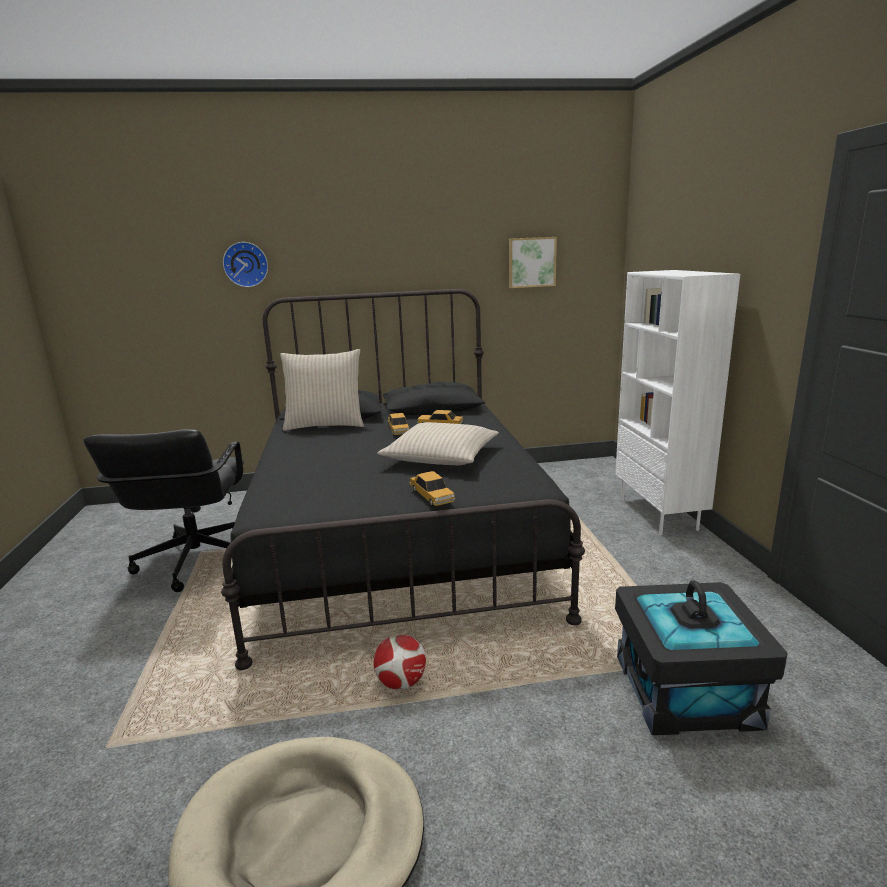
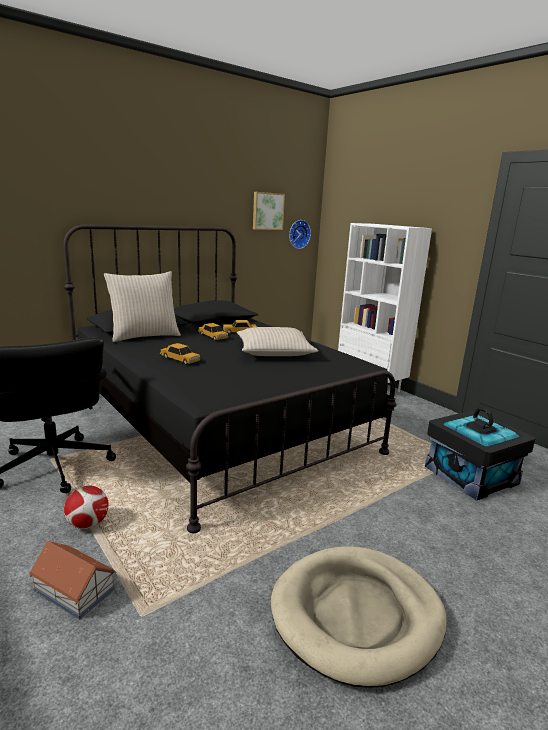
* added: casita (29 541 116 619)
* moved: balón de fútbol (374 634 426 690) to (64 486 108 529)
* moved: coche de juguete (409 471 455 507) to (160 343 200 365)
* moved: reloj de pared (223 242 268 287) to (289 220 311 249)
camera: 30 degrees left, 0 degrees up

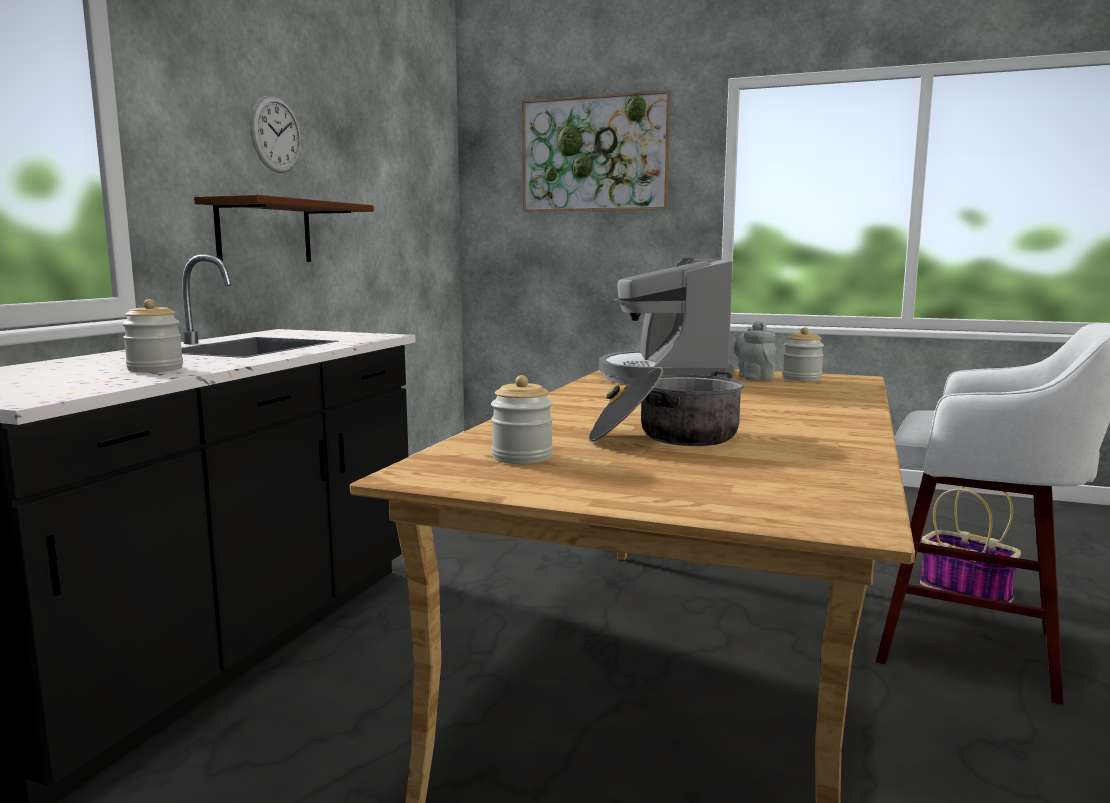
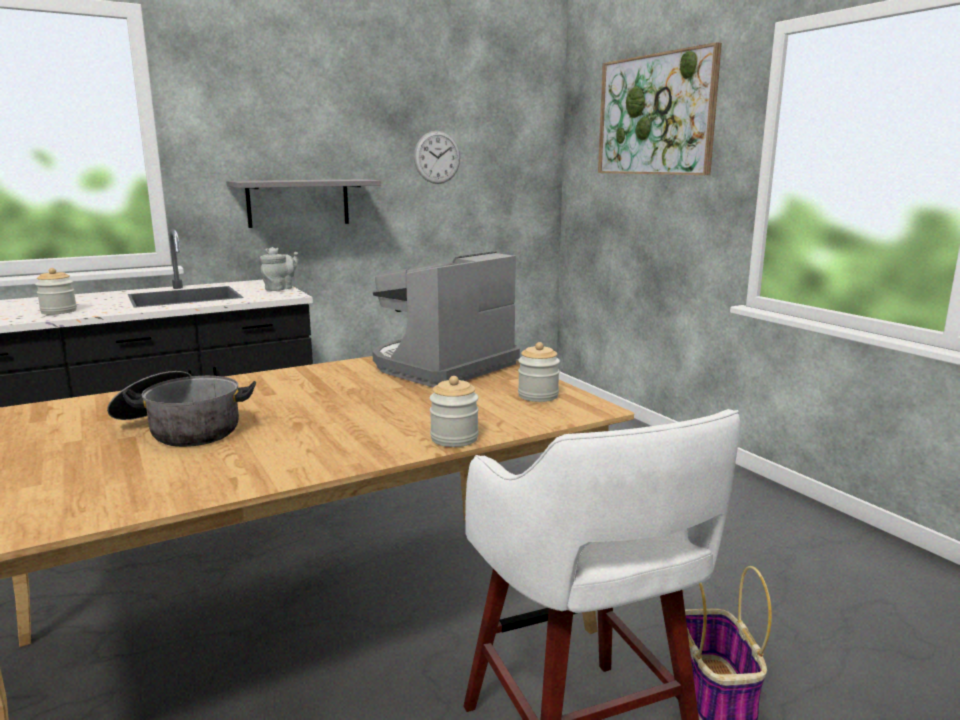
* recoloured: estante/marrón (194 195 374 262) to estante/gris (226 179 381 228)
* moved: tetera/gris (734 321 776 380) to (260 247 299 291)
* moved: reloj de pared (251 96 301 173) to (414 131 460 184)
* moved: tarro (491 375 553 464) to (430 376 479 447)
camera: 40 degrees right, 5 degrees up

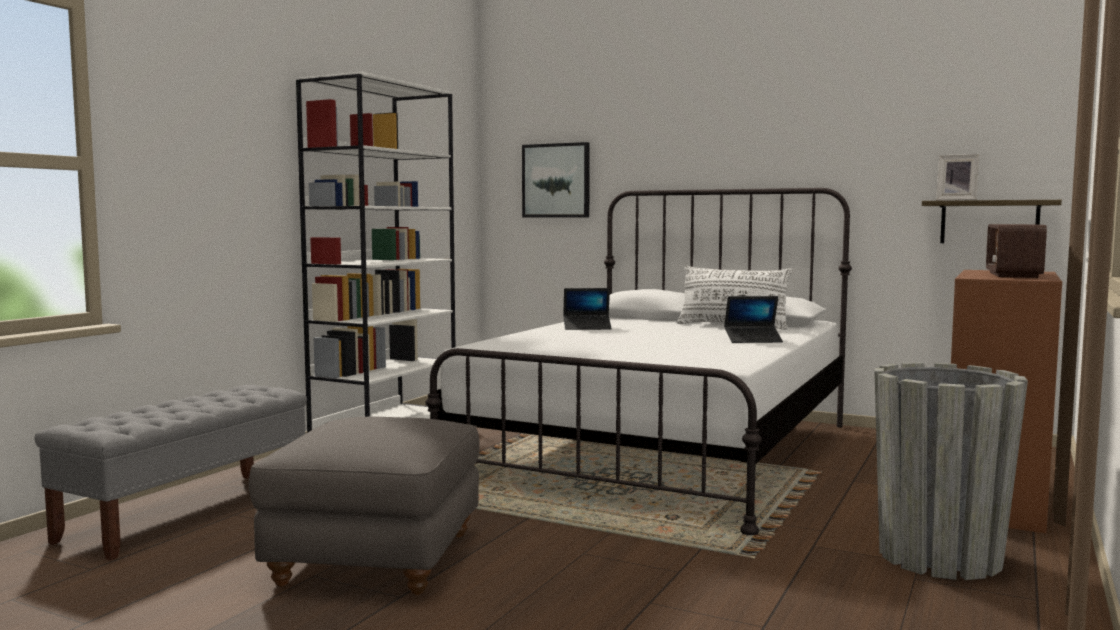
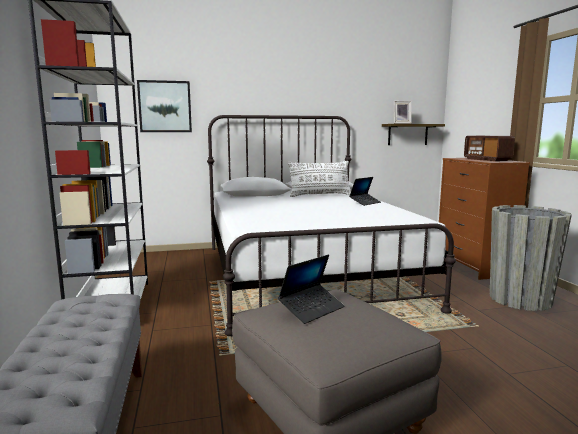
* moved: portátil (563 288 612 330) to (278 254 345 324)
camera: 40 degrees left, 5 degrees up

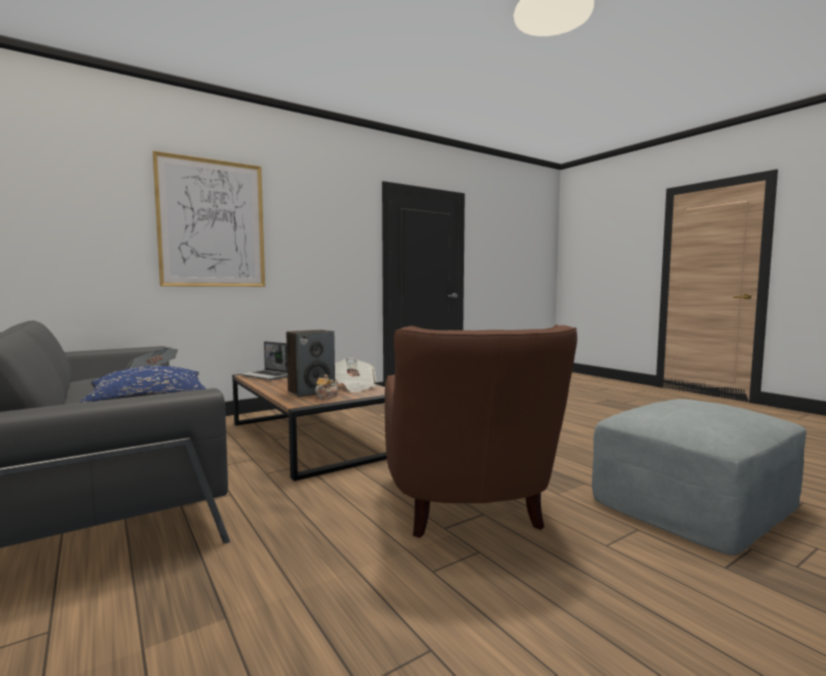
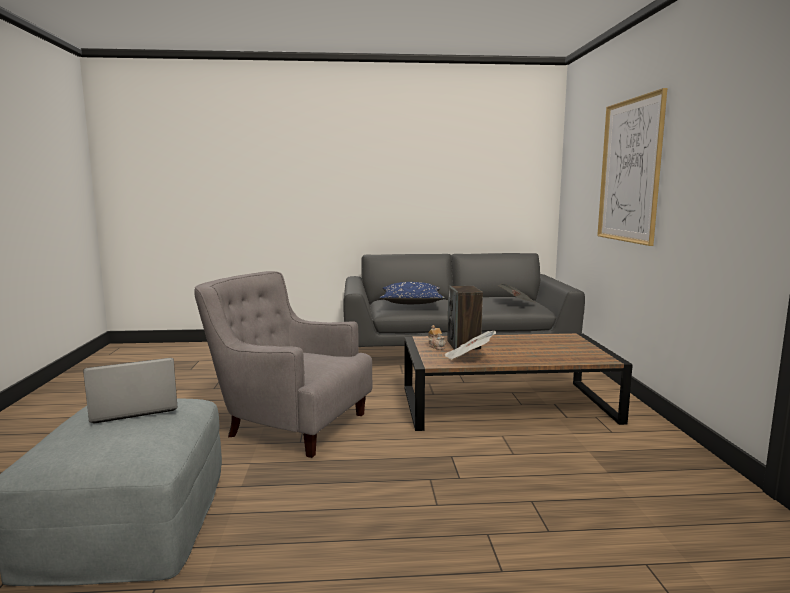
* moved: portátil (240 341 287 380) to (83 358 177 423)
* recoloured: sillón/marrón (385 324 577 538) to sillón/gris (194 271 372 458)
camera: 120 degrees right, 5 degrees up

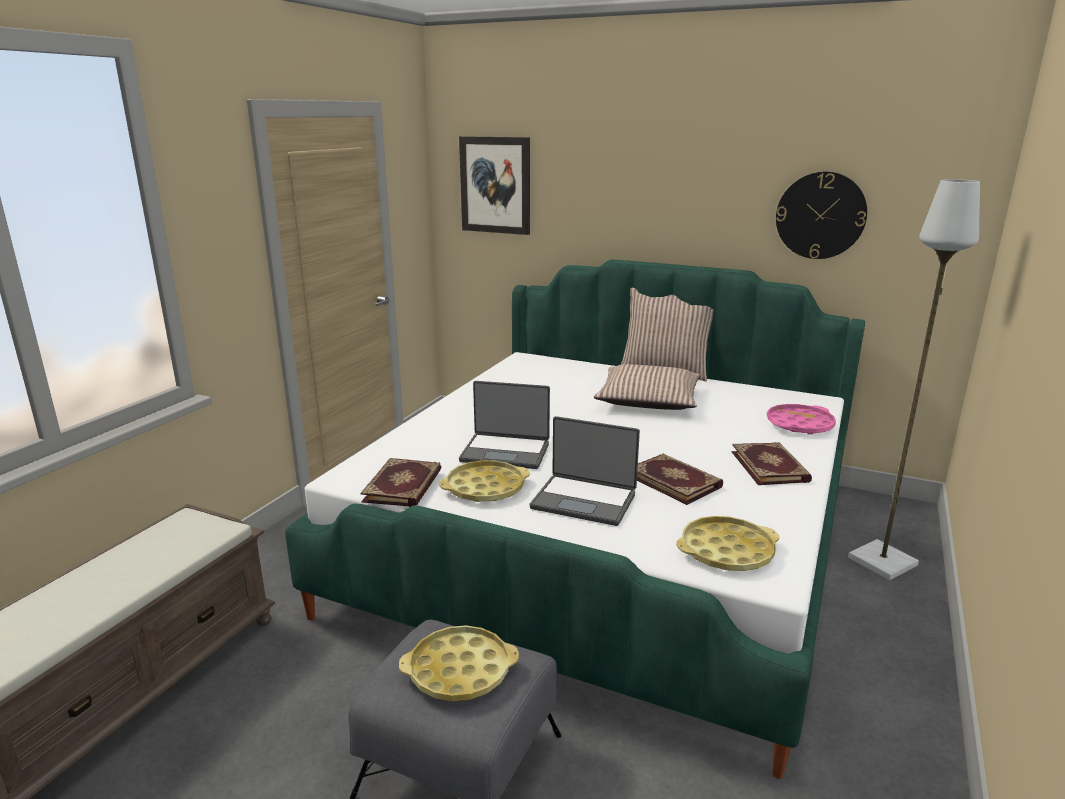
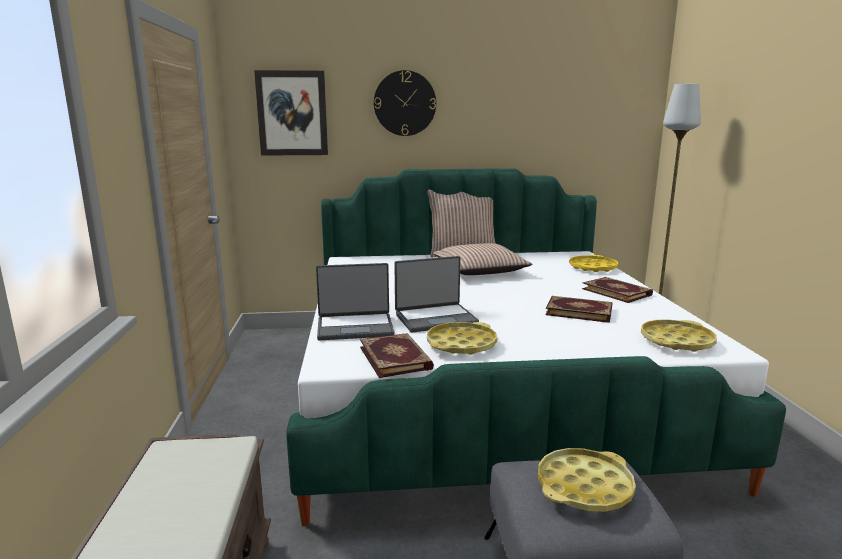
* moved: portátil (530 416 640 526) to (316 263 394 340)
* moved: reloj de pared (776 172 867 259) to (374 70 436 136)
* recoloured: bandeja/rosa (767 404 836 435) to bandeja/amarillo (569 255 618 272)
camera: 30 degrees left, 5 degrees down

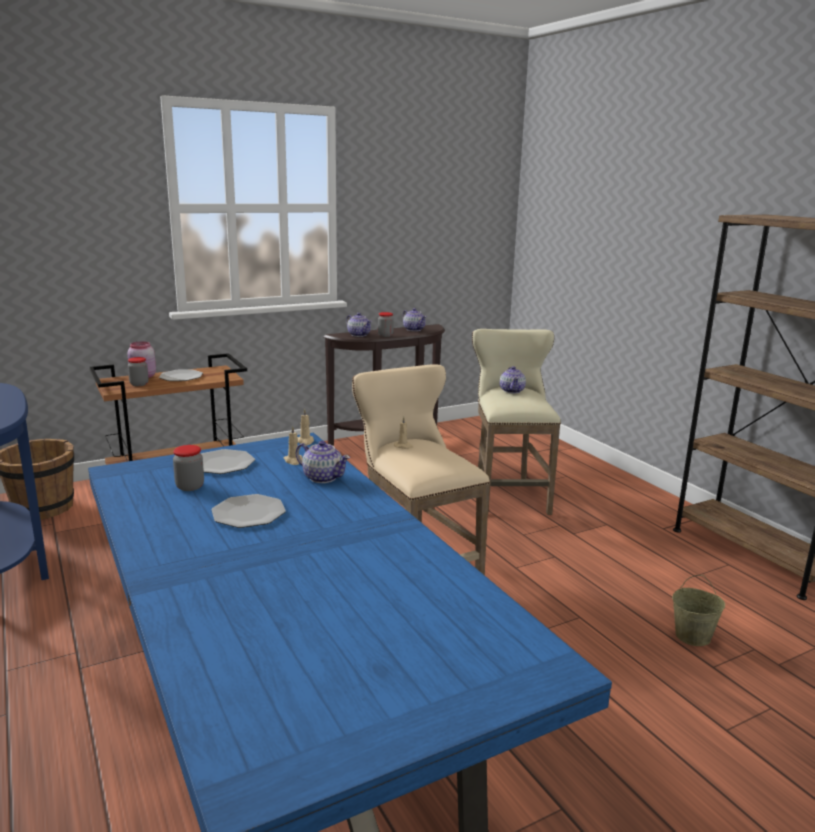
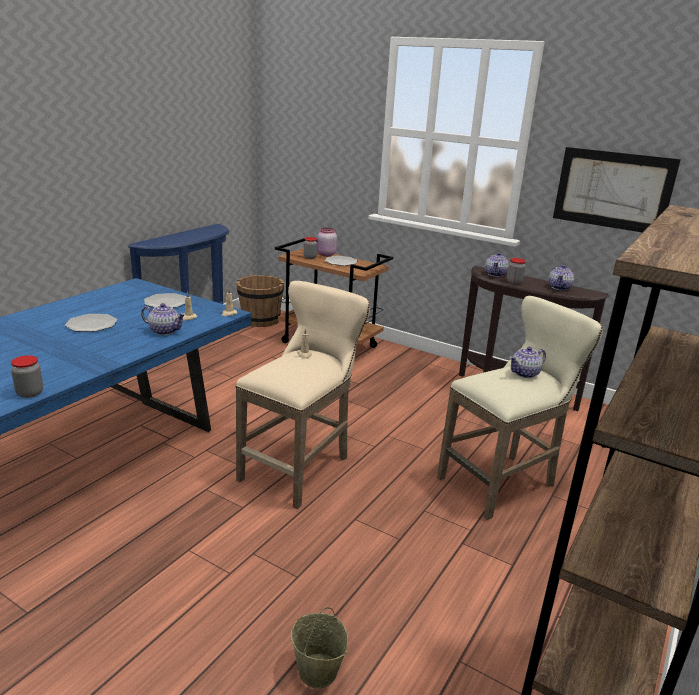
* moved: tarro (173 445 204 491) to (11 355 43 398)
* turned: tetera (296 441 350 483) = (141 303 186 335) 75 degrees counterclockwise
* added: cuadro (553 147 681 233)
camera: 60 degrees right, 5 degrees up

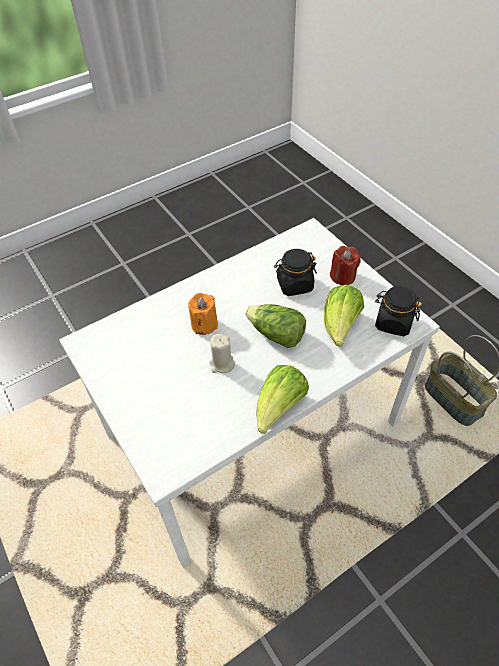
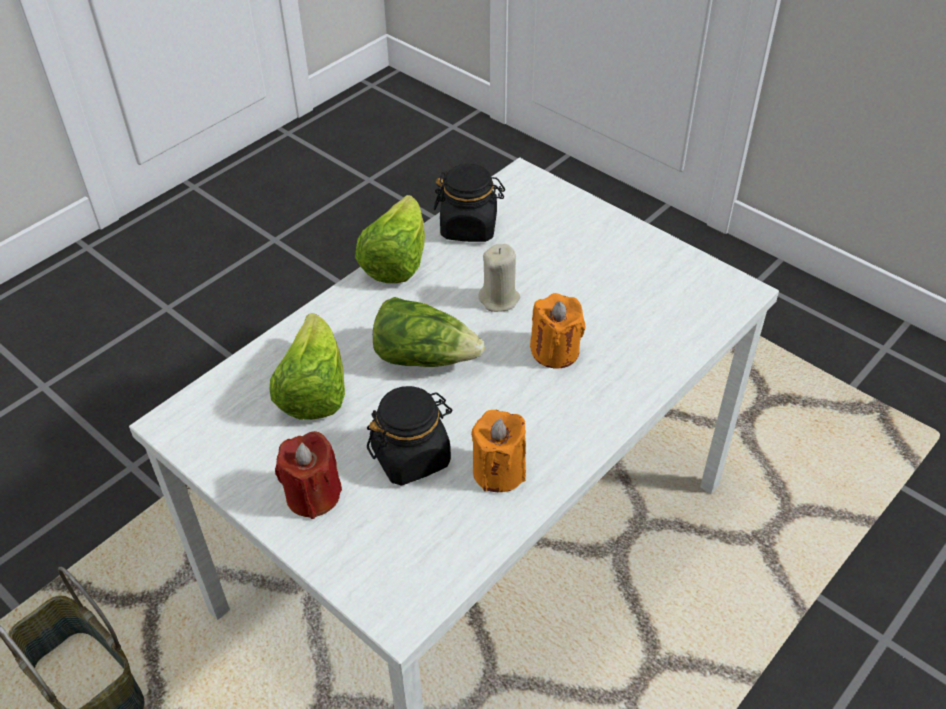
* moved: tarro/negro (375 286 422 336) to (434 164 505 242)
* added: vela/naranja (471 410 526 492)
camera: 165 degrees right, 5 degrees down

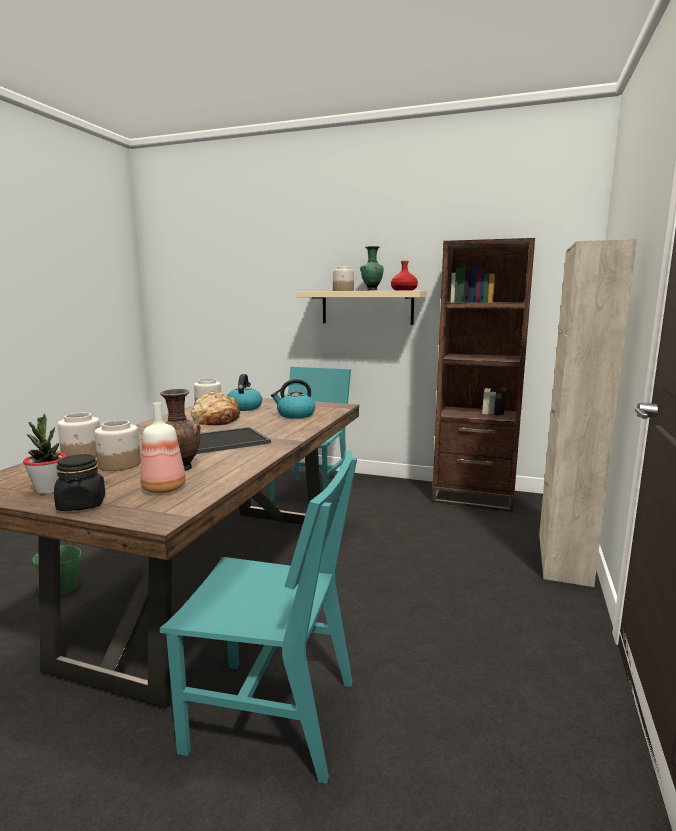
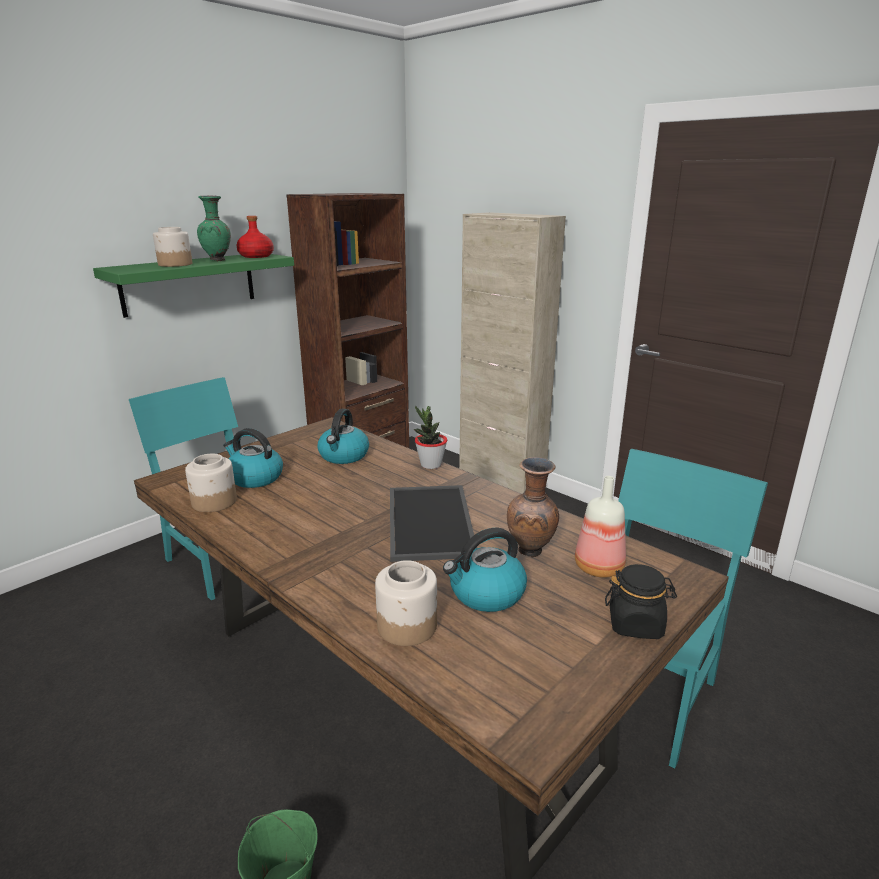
* recoloured: estante/beis (297 291 427 325) to estante/verde (93 254 294 318)
* moved: planta en maceta (23 414 67 494) to (414 406 447 469)
* replaced: tarro (95 420 141 471) to hervidor (443 528 527 612)
* removed: pan (191 392 240 425)
camera: 65 degrees left, 10 degrees up

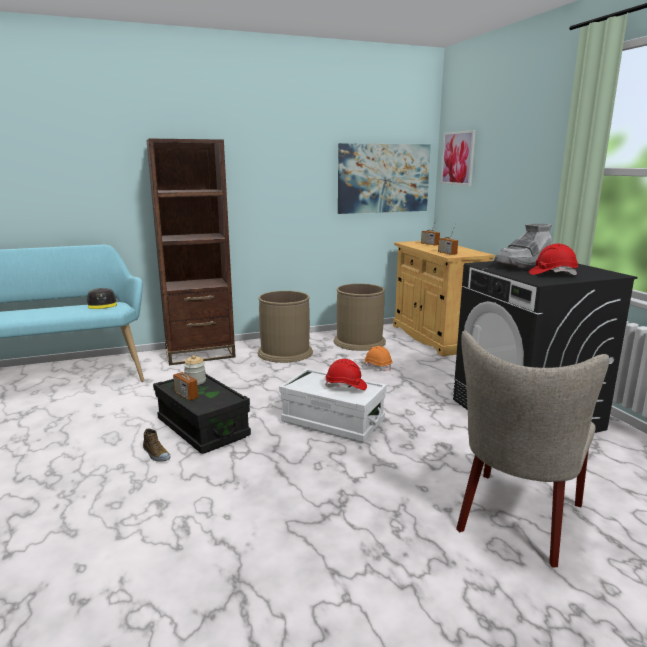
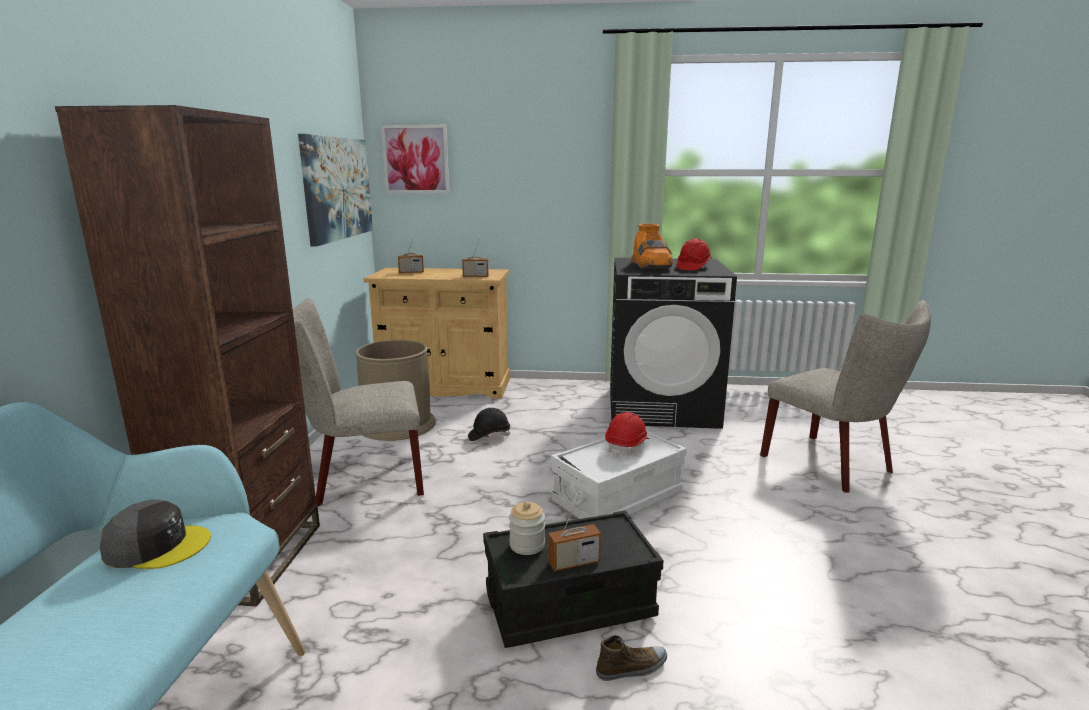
* replaced: papelera/marrón (257 291 313 363) to silla/beis (293 298 424 506)
* recoloured: casco/naranja (362 346 392 371) to casco/negro (468 408 510 441)
* recoloured: bota/gris (494 223 552 270) to bota/naranja (631 224 673 269)
camera: 65 degrees left, 0 degrees up

